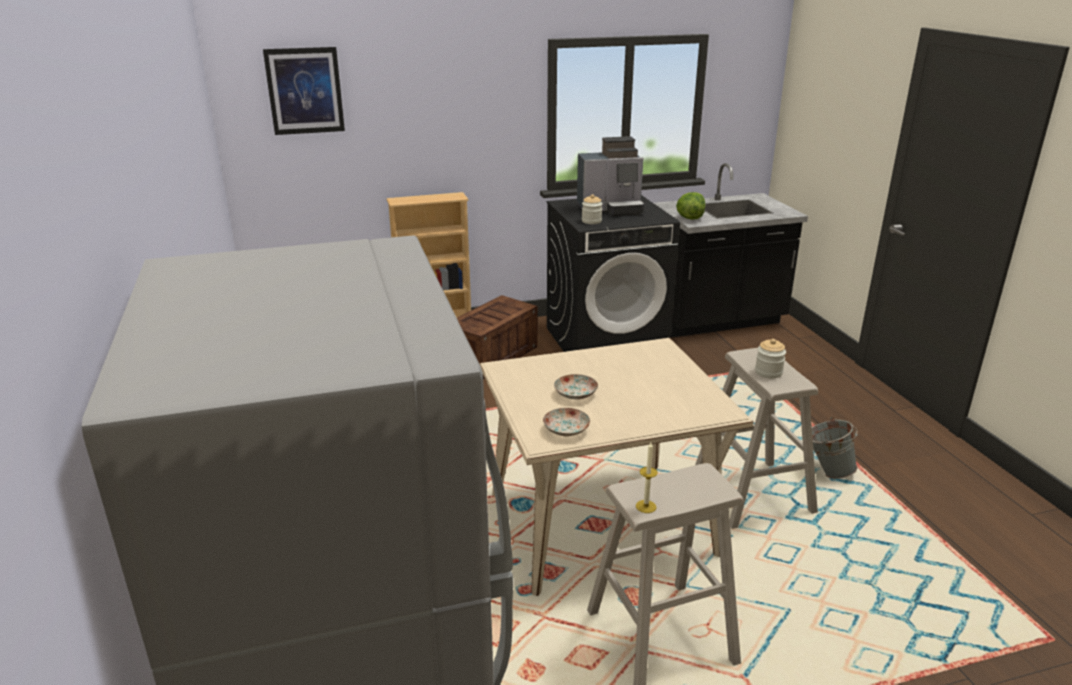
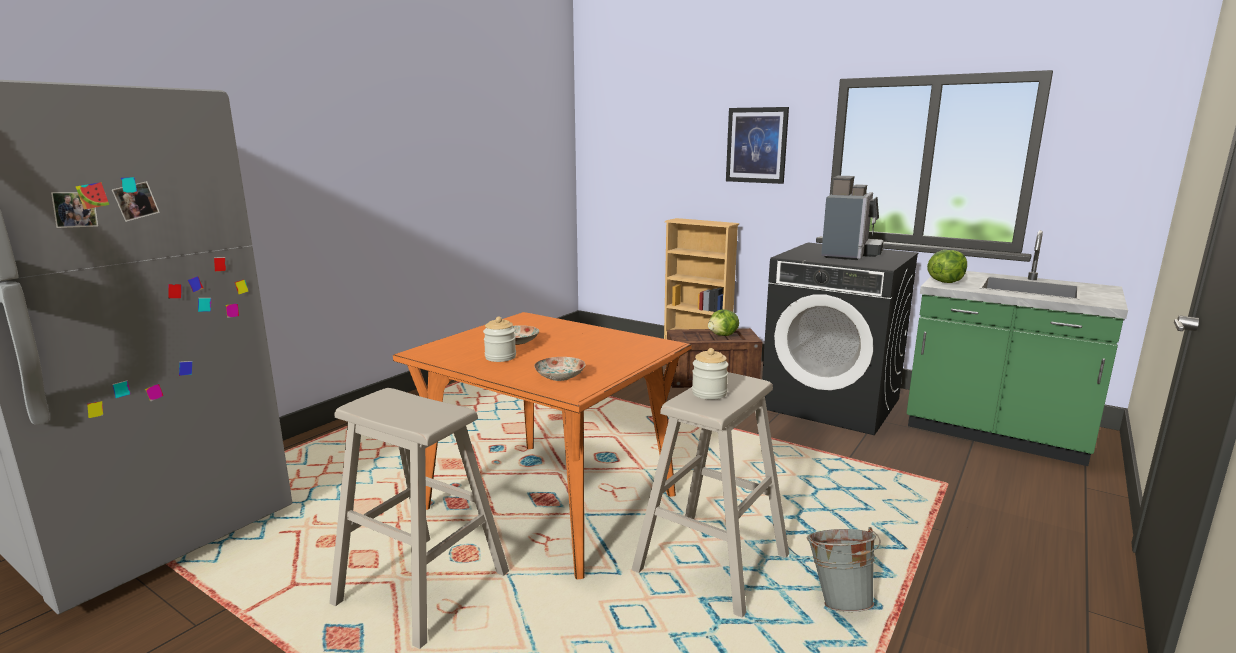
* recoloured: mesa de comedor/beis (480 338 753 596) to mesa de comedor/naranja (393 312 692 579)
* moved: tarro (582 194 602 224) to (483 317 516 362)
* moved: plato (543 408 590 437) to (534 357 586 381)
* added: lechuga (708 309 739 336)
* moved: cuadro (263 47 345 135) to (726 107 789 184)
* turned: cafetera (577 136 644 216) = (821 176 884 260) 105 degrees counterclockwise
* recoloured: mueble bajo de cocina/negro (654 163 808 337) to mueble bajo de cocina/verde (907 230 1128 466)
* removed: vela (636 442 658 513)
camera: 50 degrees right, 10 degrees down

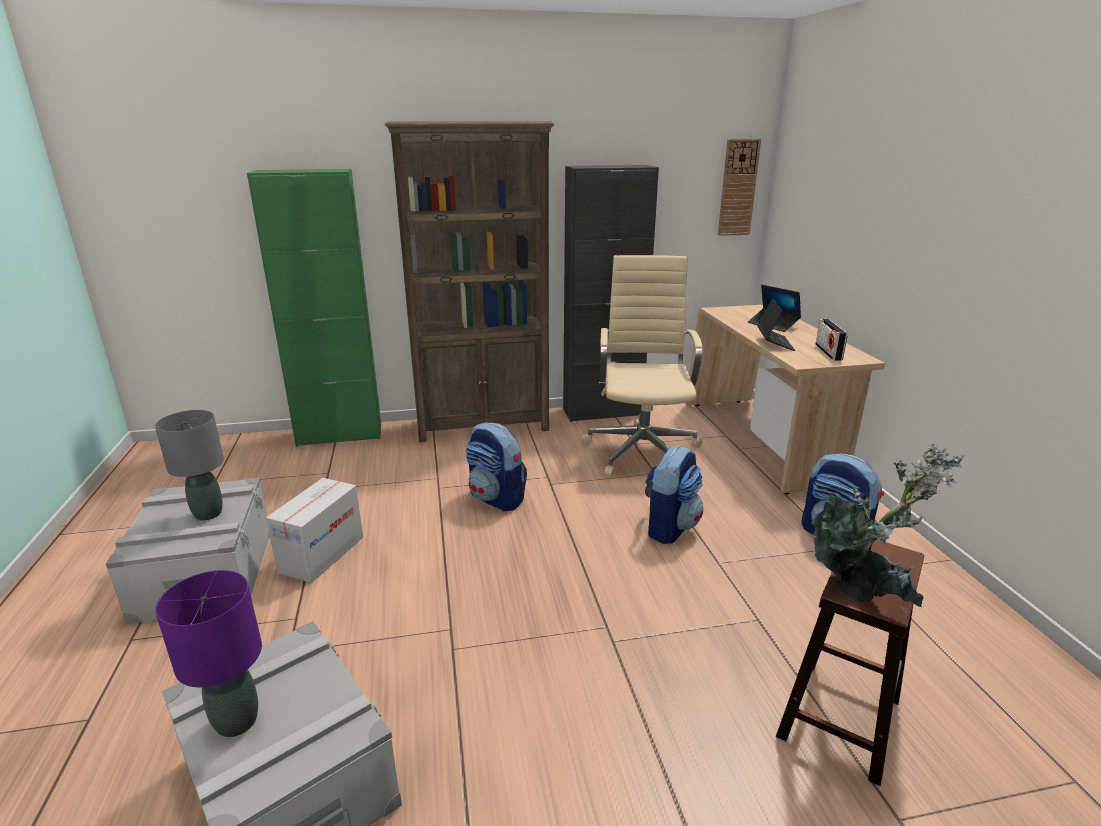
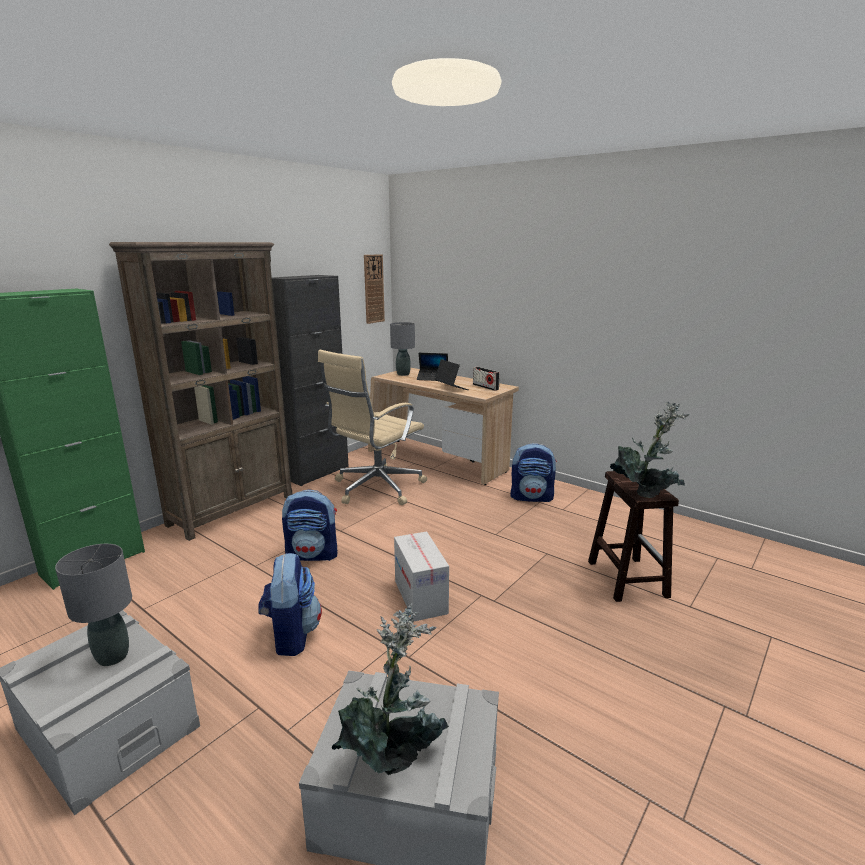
* moved: mochila (645 445 703 544) to (258 553 322 656)
* turned: silla de oficina/beis (581 255 703 477) = (318 350 427 505) 105 degrees counterclockwise
* replaced: lámpara de mesa/morado (155 570 262 737) to planta en maceta (332 603 449 775)
* added: lámpara de mesa/gris (390 322 415 376)
* moved: caja de cartón (266 478 363 583) to (394 531 449 621)
camera: 40 degrees left, 5 degrees down

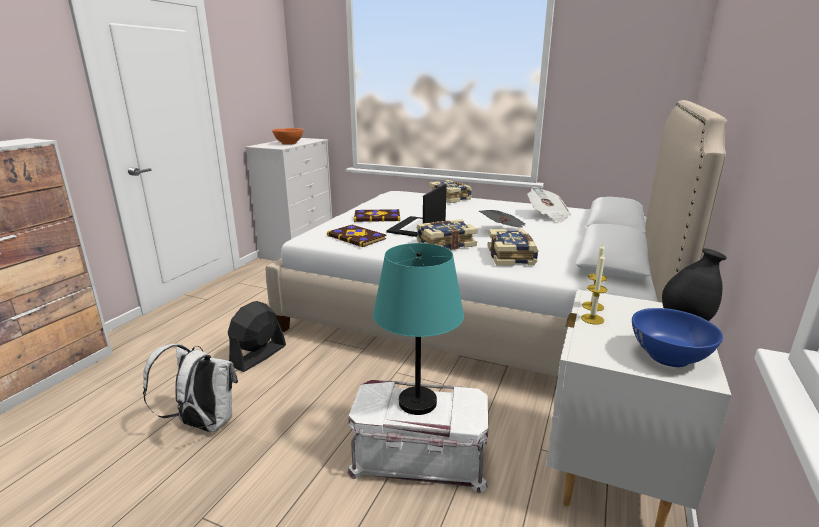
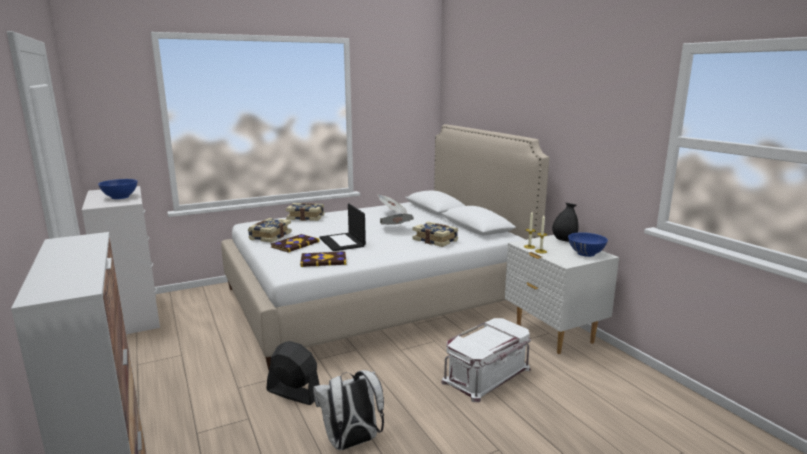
* recoloured: cuenco/naranja (272 128 303 145) to cuenco/azul (98 179 138 199)
* moved: libro (416 219 478 250) to (248 218 292 243)
* turned: ventilador/negro (228 301 286 372) = (266 341 320 405) 135 degrees clockwise
* removed: lámpara de mesa/turquesa (373 243 464 415)
camera: 50 degrees left, 5 degrees down

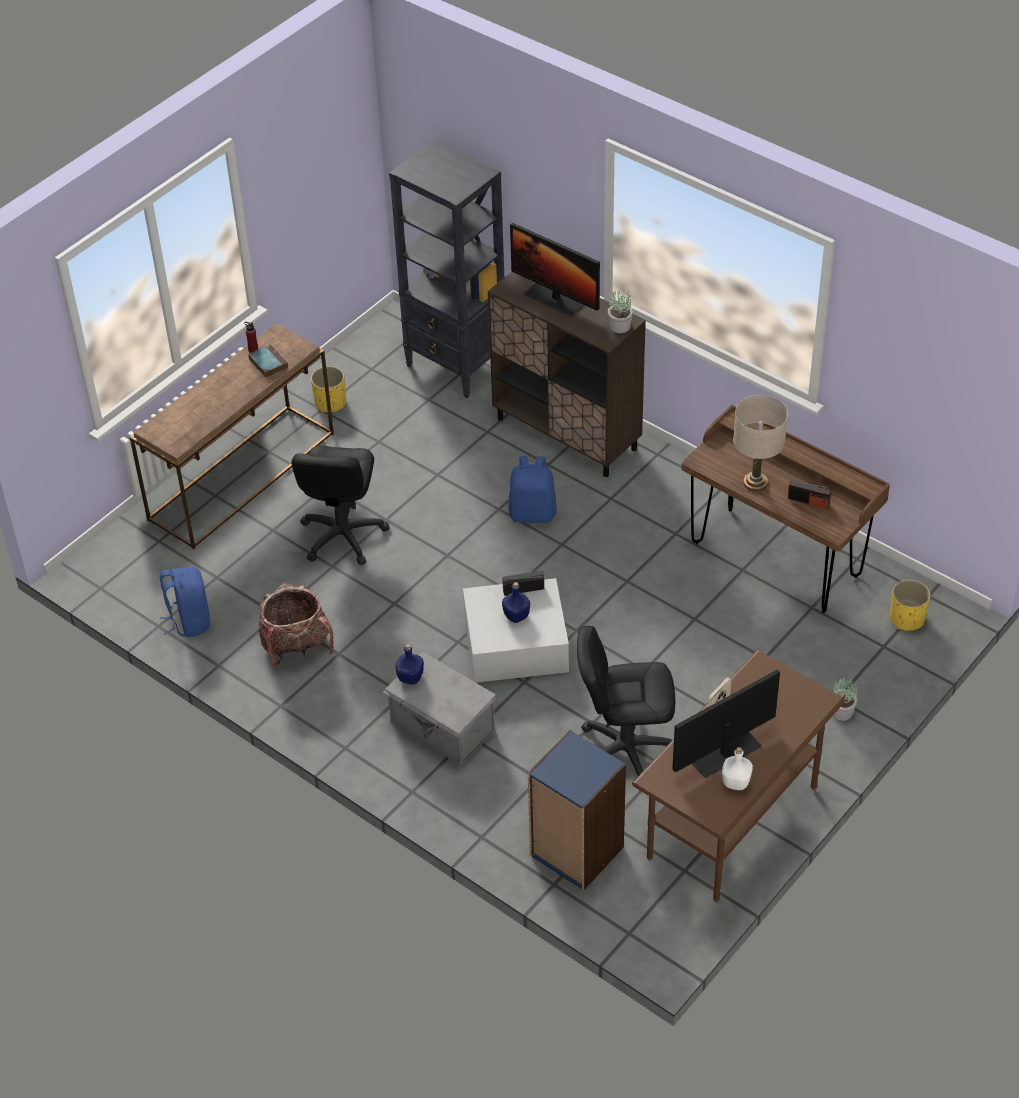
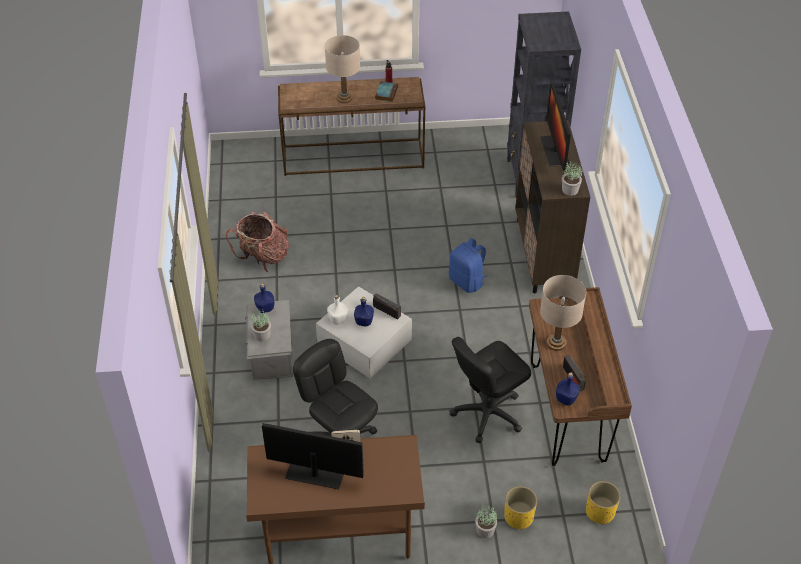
* added: planta en maceta (251 308 271 341)
* added: lámpara de mesa/beis (325 35 360 104)
* moved: botella/blanco (722 747 753 790) to (327 295 348 325)
* moved: silla de oficina/negro (291 446 390 565) to (450 337 531 443)
* moved: maceta/amarillo (311 366 346 413) to (504 486 537 530)
* added: botella/azul (556 372 580 405)
* removed: mochila/azul (160 567 210 637)
* removed: estantería/azul (528 730 626 891)
camera: 45 degrees right, 0 degrees up

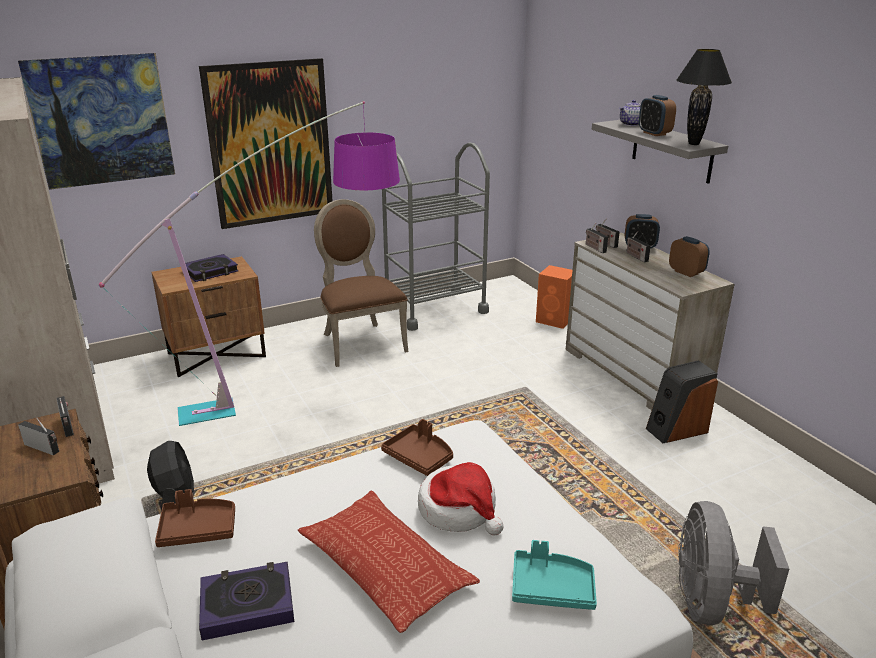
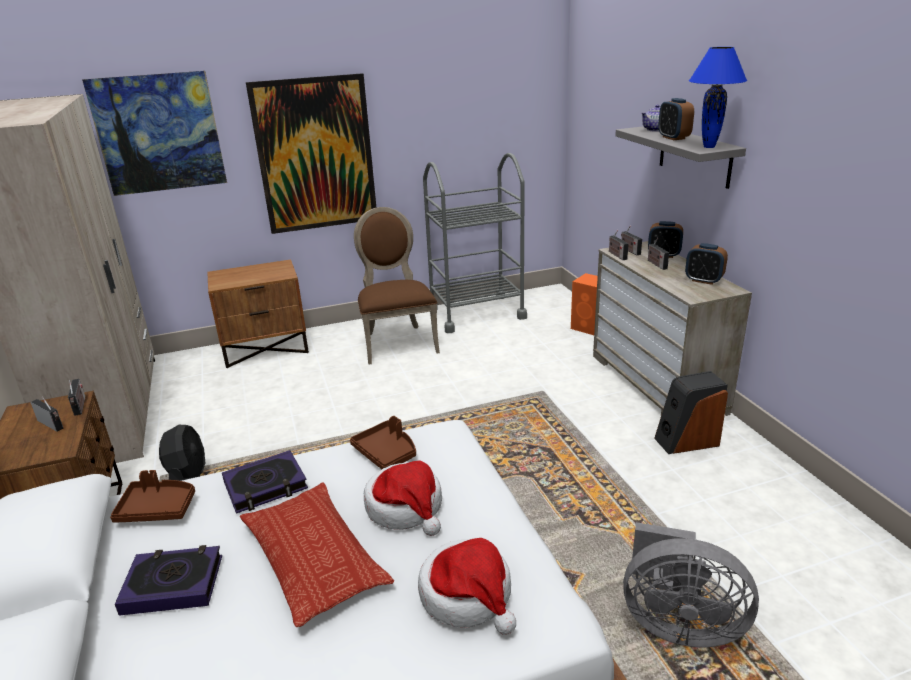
* moved: libro (185 254 239 282) to (222 450 308 514)
* replaced: bandeja/turquesa (512 540 597 610) to sombrero (418 538 516 635)
* turned: ventilador/gris (678 501 789 625) = (623 522 759 648) 90 degrees counterclockwise
* turned: despertador (669 236 710 277) = (685 243 728 285) 150 degrees clockwise
* recoloured: lámpara de mesa/negro (676 49 732 145) to lámpara de mesa/azul (689 47 747 148)
* removed: lámpara de pie (99 101 400 426)
camera: 10 degrees right, 0 degrees up

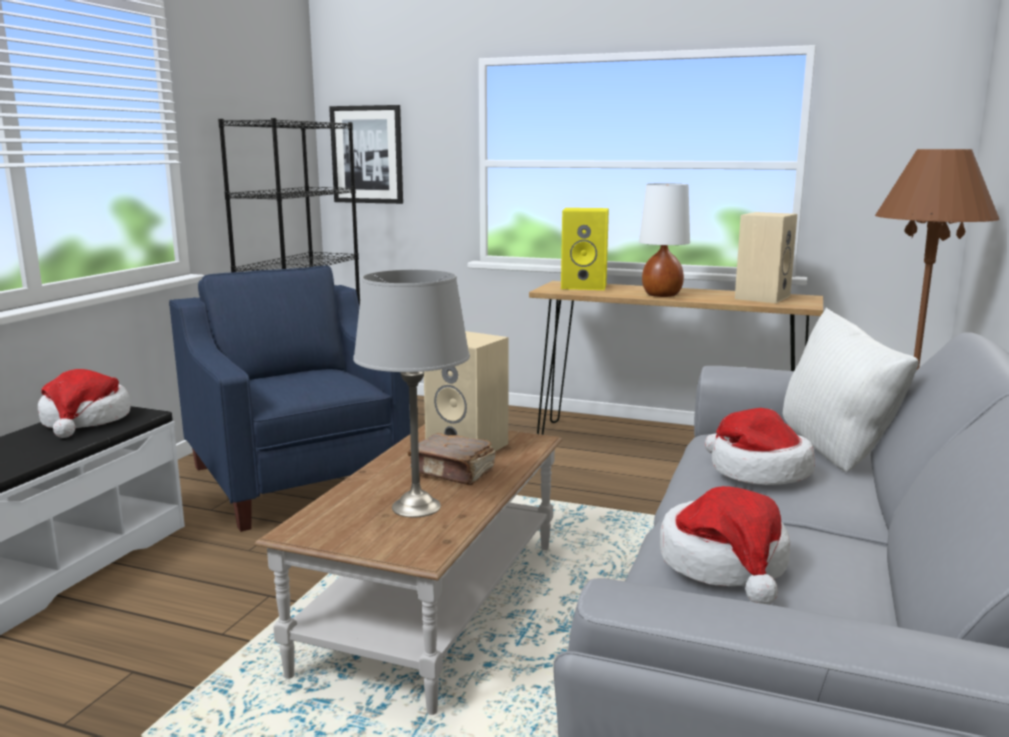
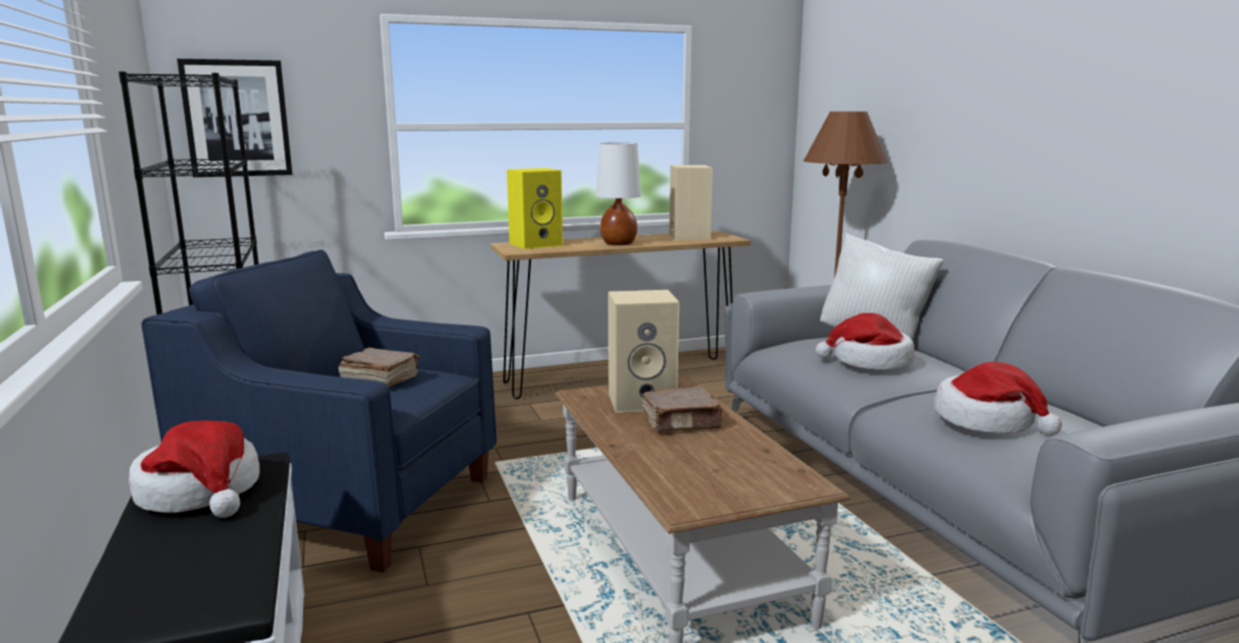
* added: libro/marrón (339 347 420 387)
* removed: lámpara de mesa/gris (353 269 470 518)
camera: 40 degrees left, 0 degrees up

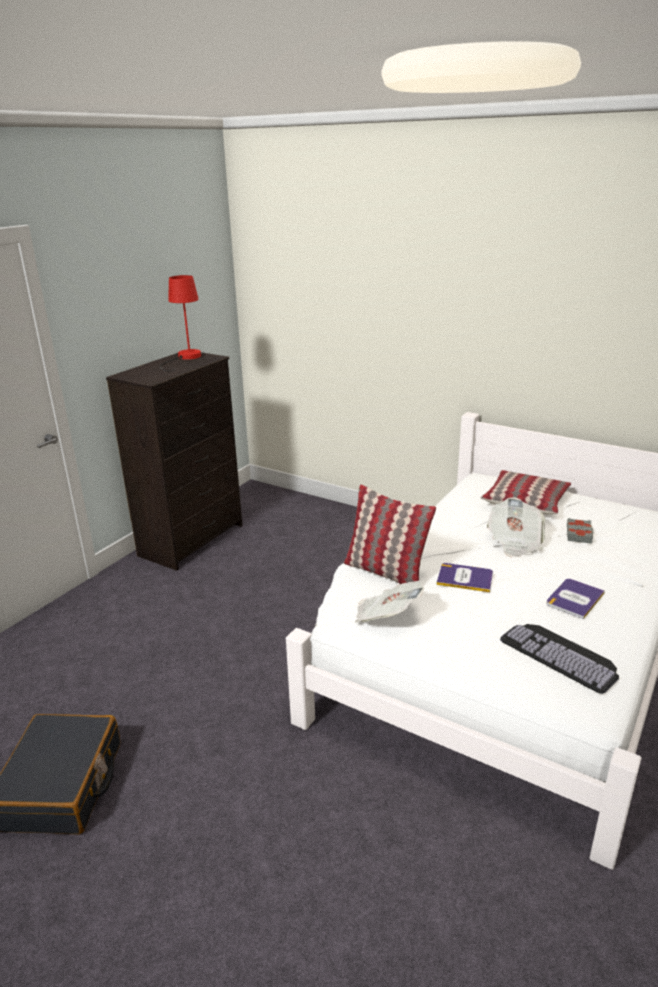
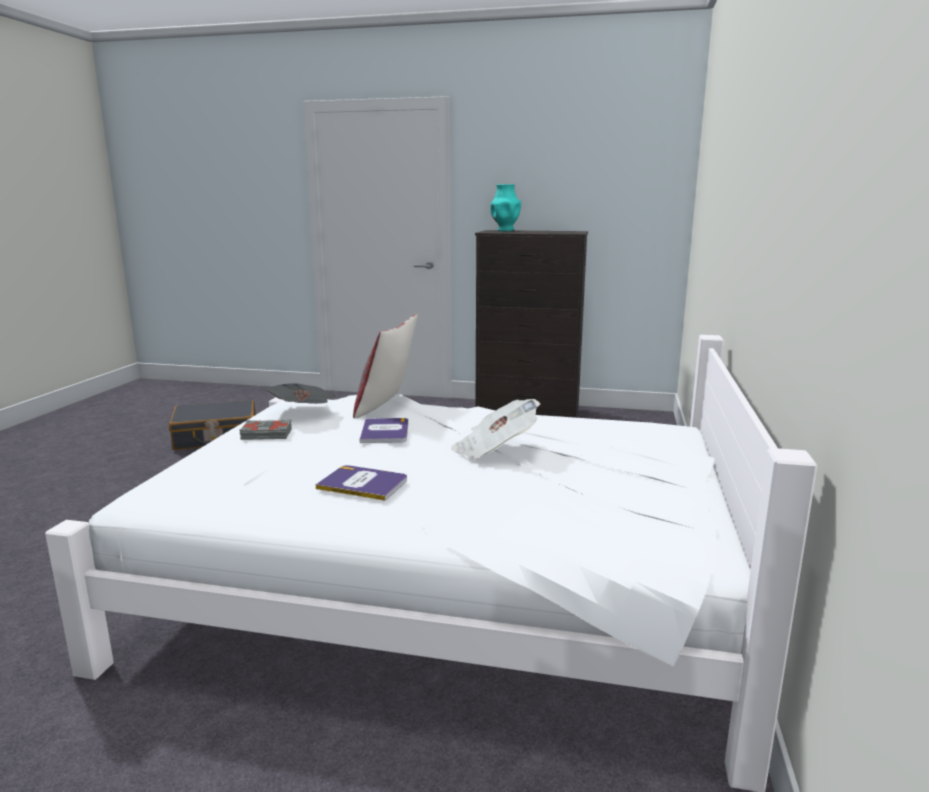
* moved: libro/gris (567 518 593 544) to (240 419 292 440)
* added: florero/turquesa (490 184 521 231)
* removed: lámpara de mesa/rojo (160 275 201 372)
* removed: cojín (481 470 571 514)
* removed: teclado (500 624 619 694)
camera: 70 degrees right, 10 degrees down

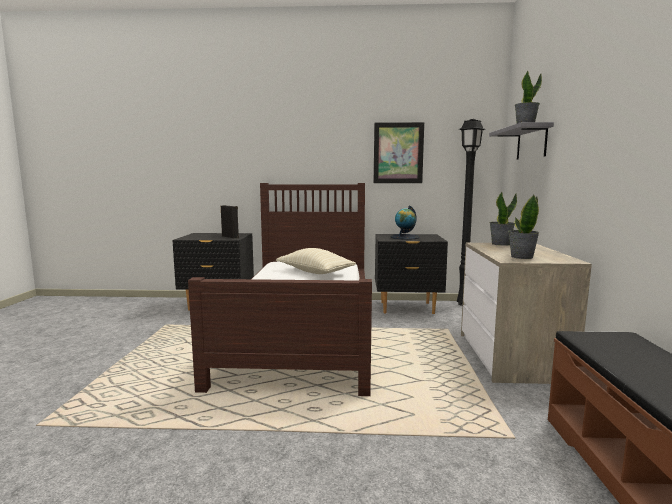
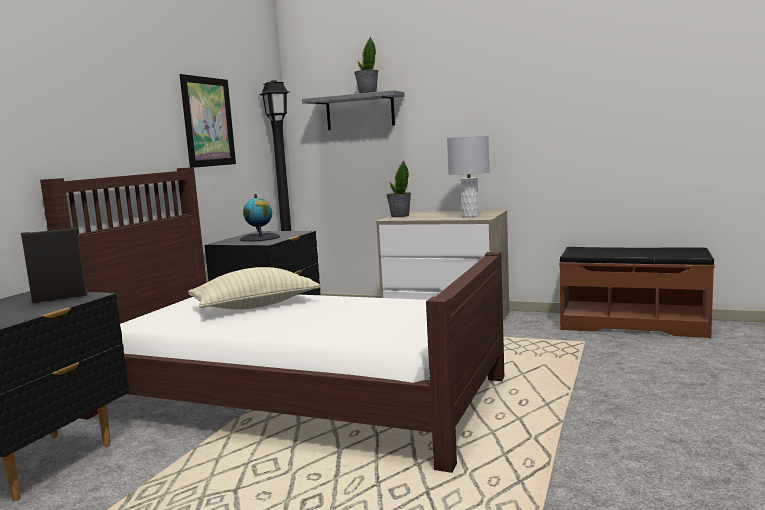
* replaced: planta en maceta (508 195 540 259) to lámpara de mesa/gris (447 135 490 217)
camera: 70 degrees left, 0 degrees up

